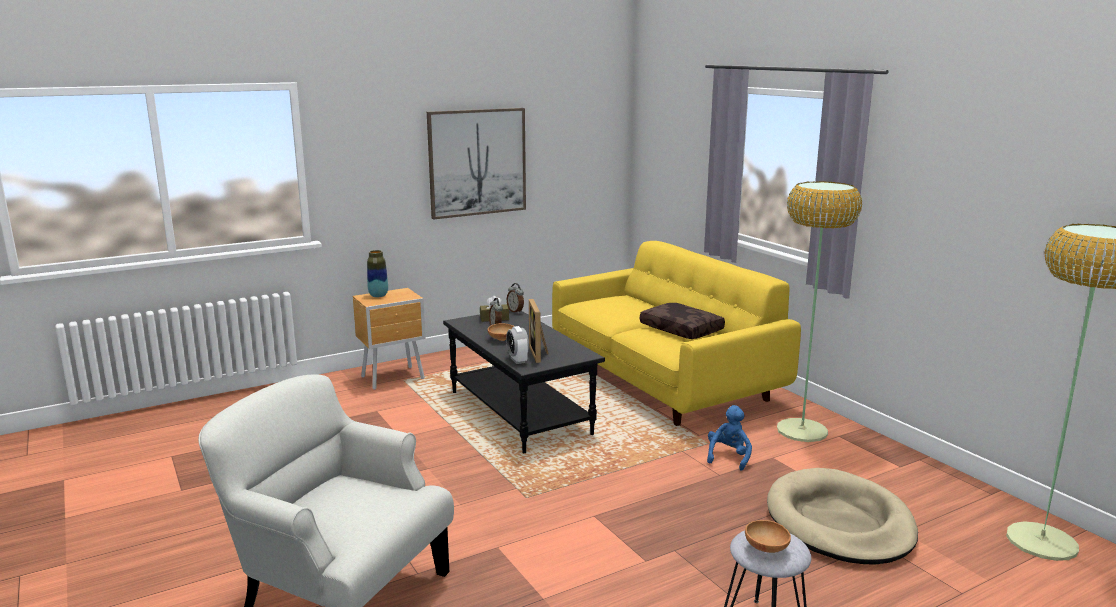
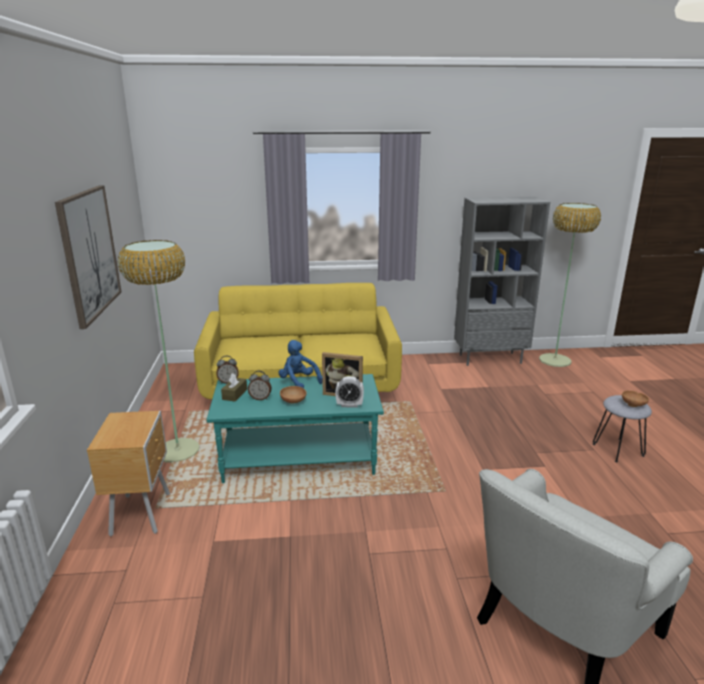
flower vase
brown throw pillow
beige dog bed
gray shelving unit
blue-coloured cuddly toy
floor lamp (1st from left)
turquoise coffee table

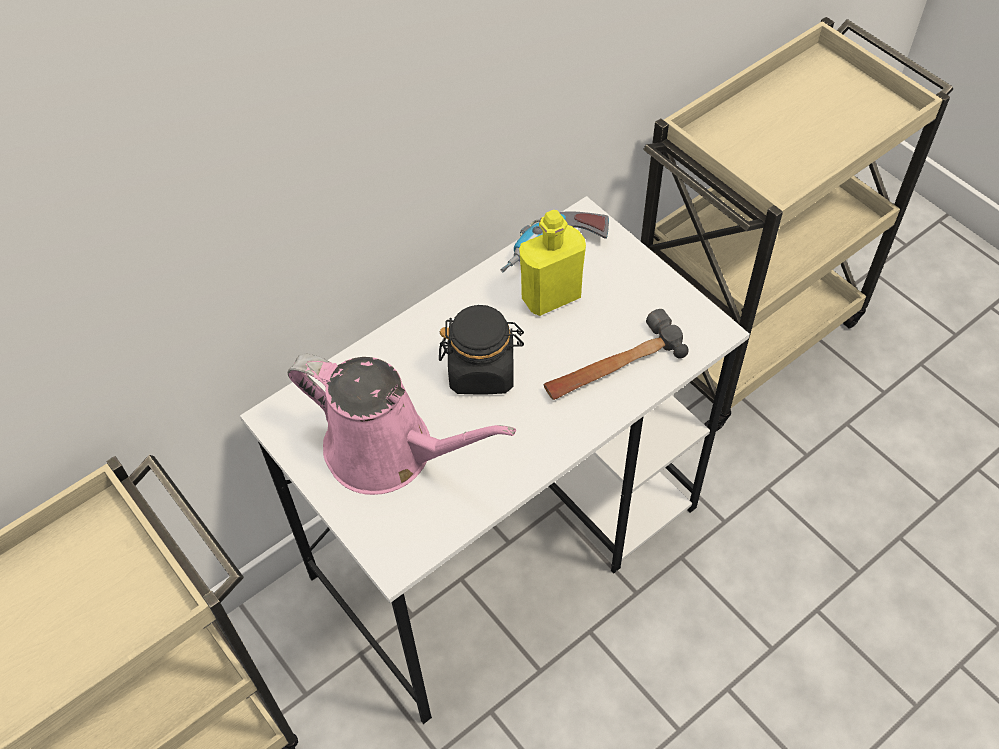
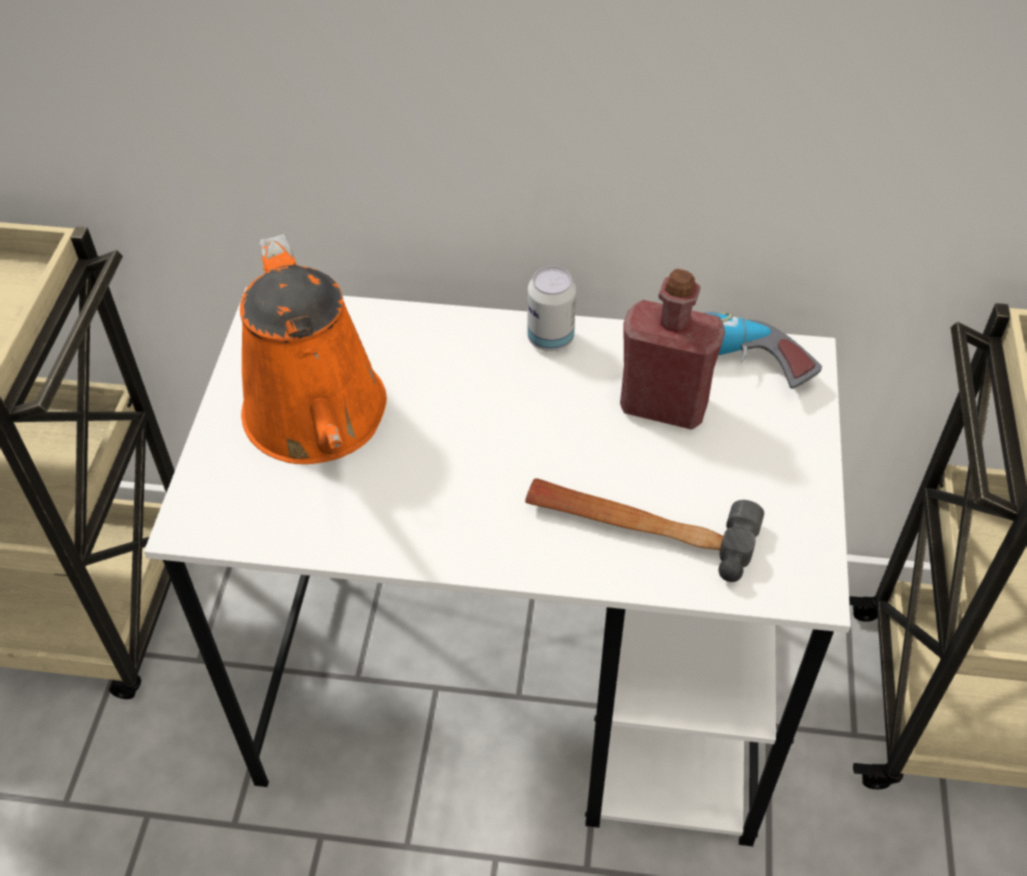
black storage jar
metal can
orangey sprinkling can
red bottle

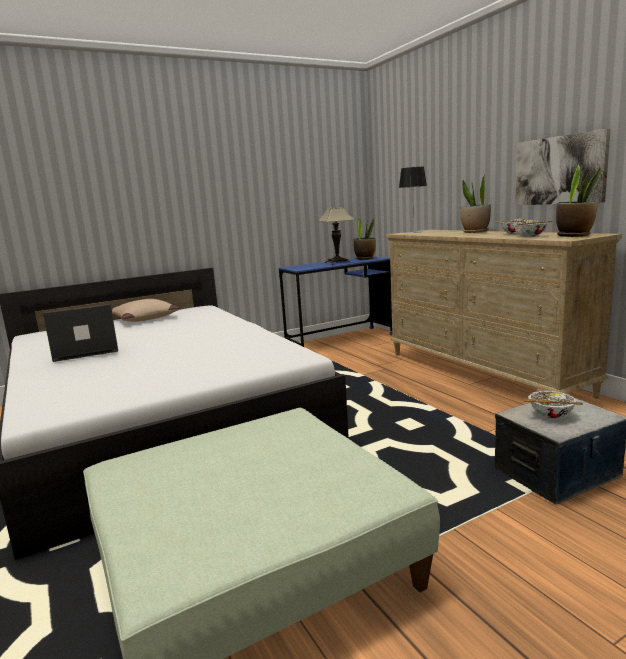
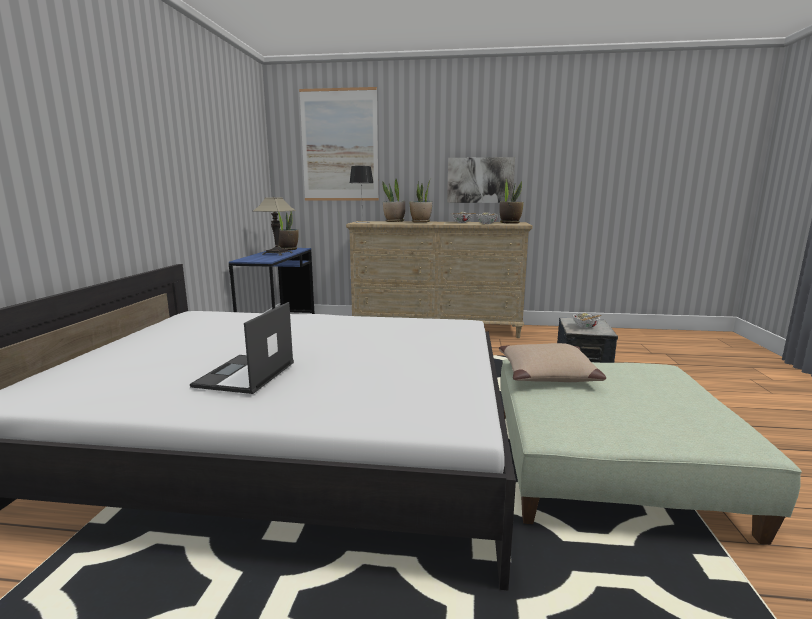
picture (1st from left)
potted plant (2nd from left)
beige throw pillow

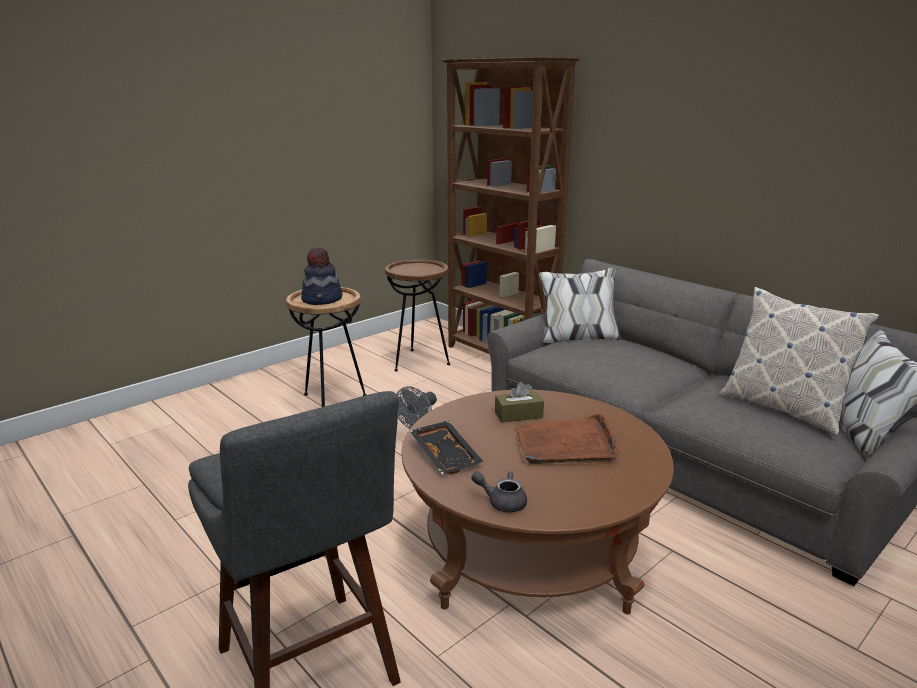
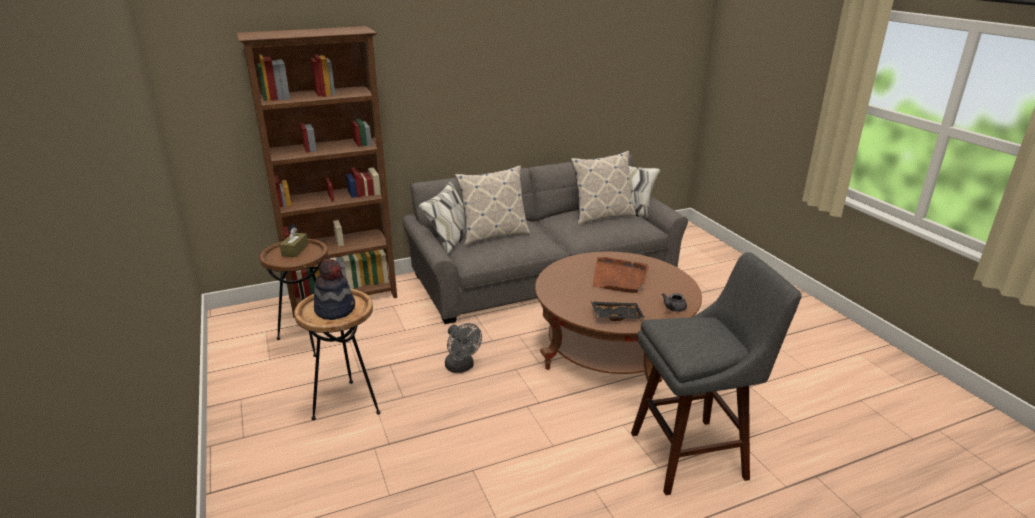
throw pillow (1st from left)
brown box of tissues

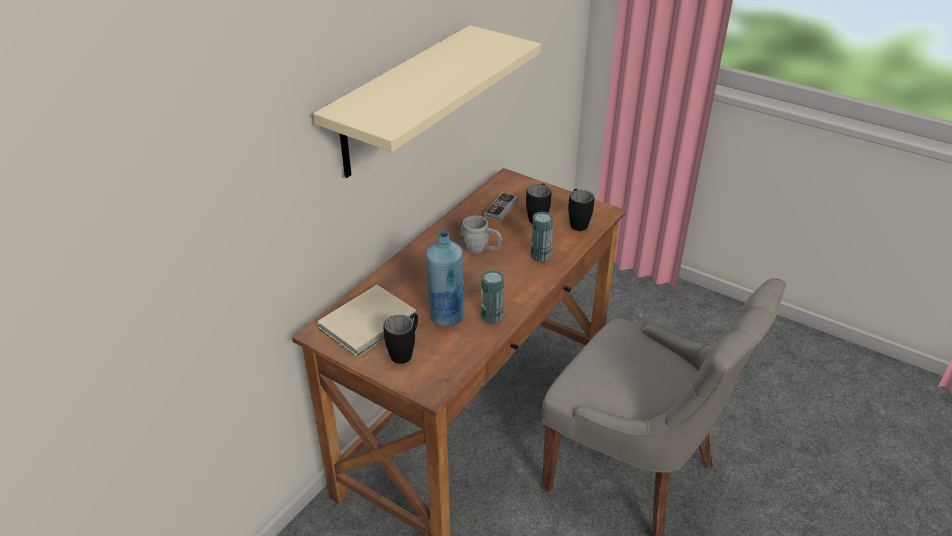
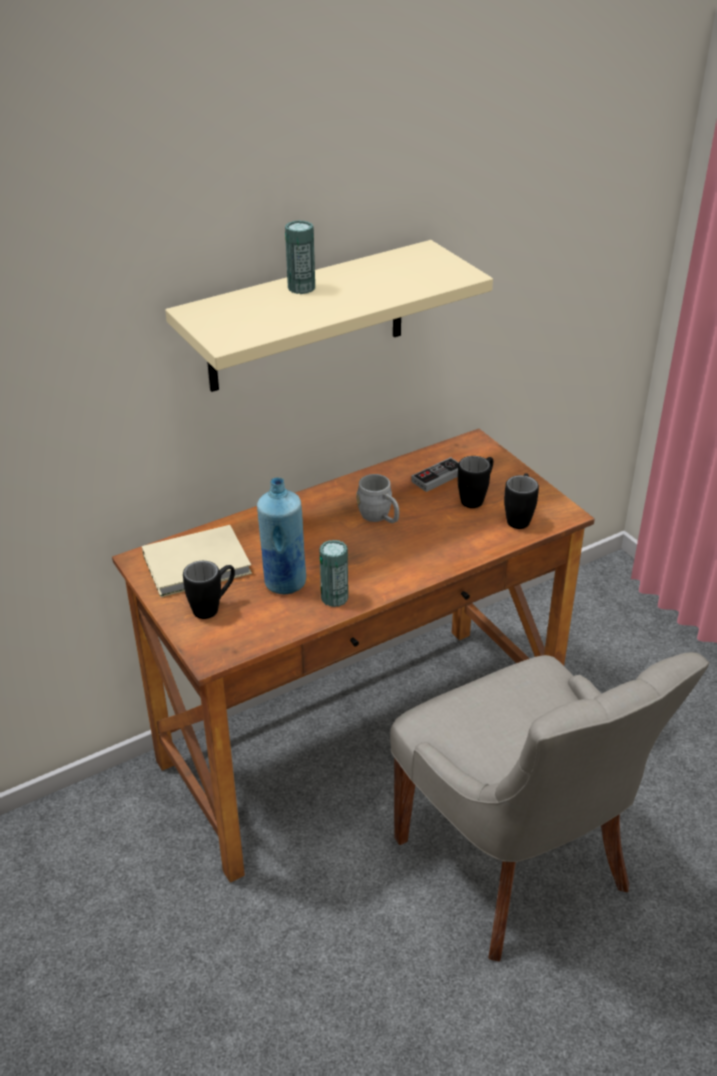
metal can (1st from left)

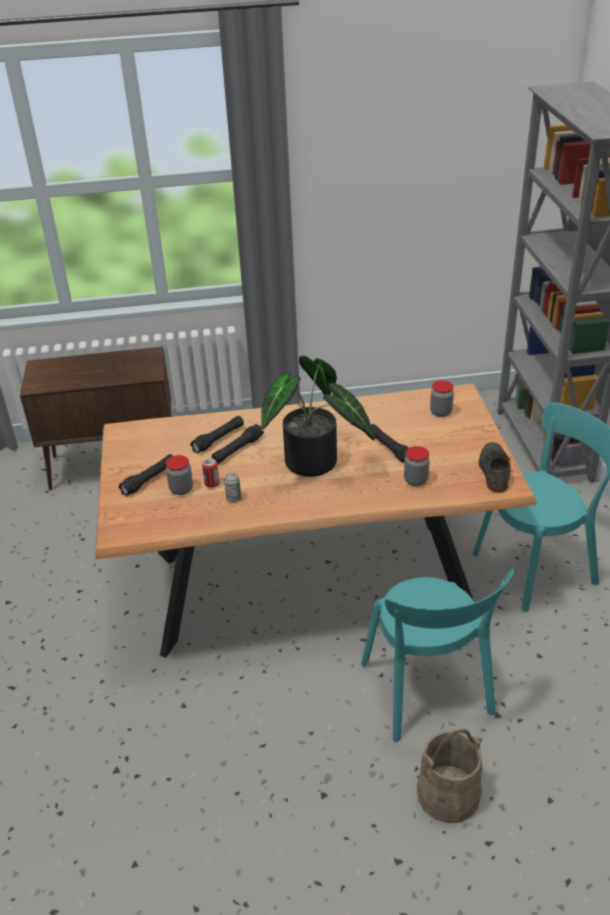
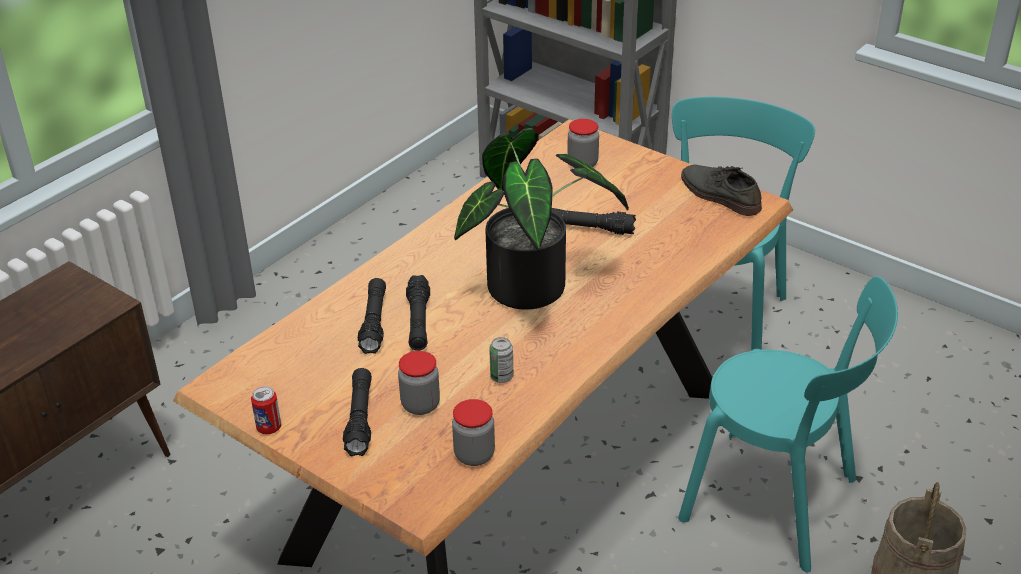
metal can (1st from left)
storage jar (2nd from left)

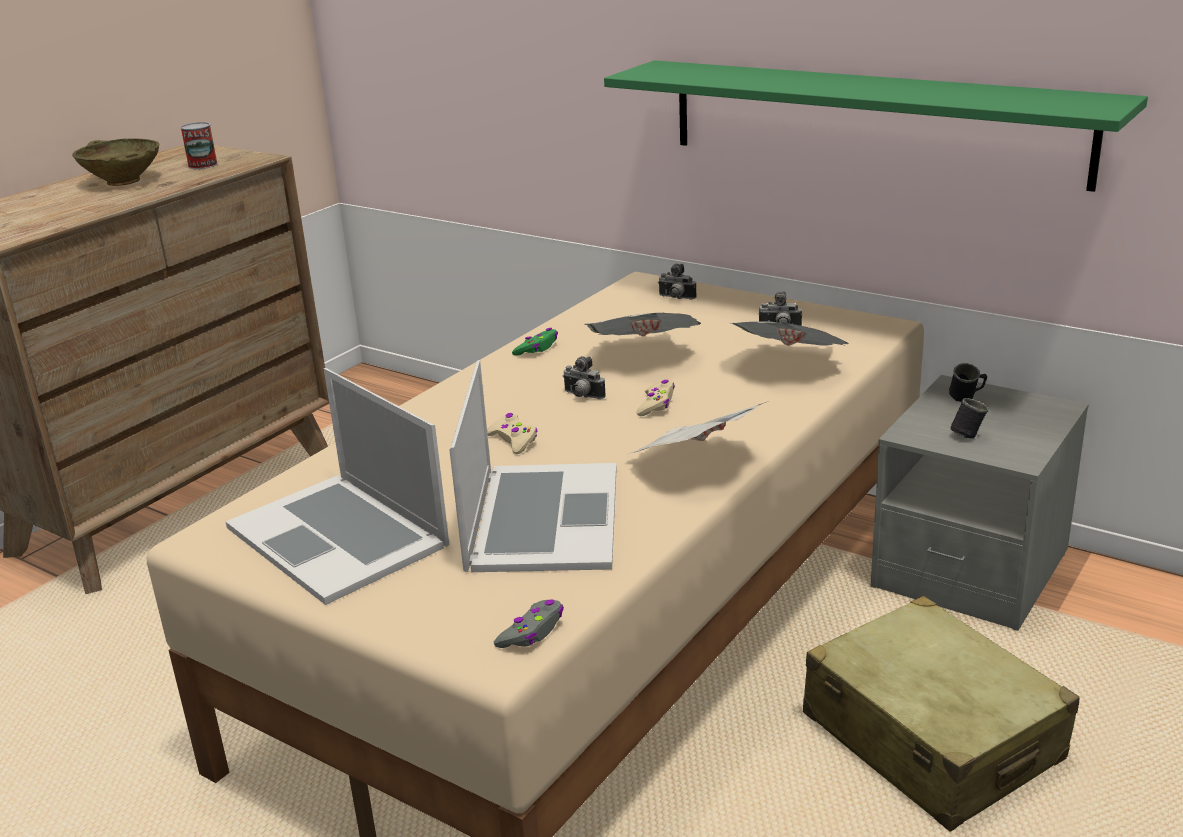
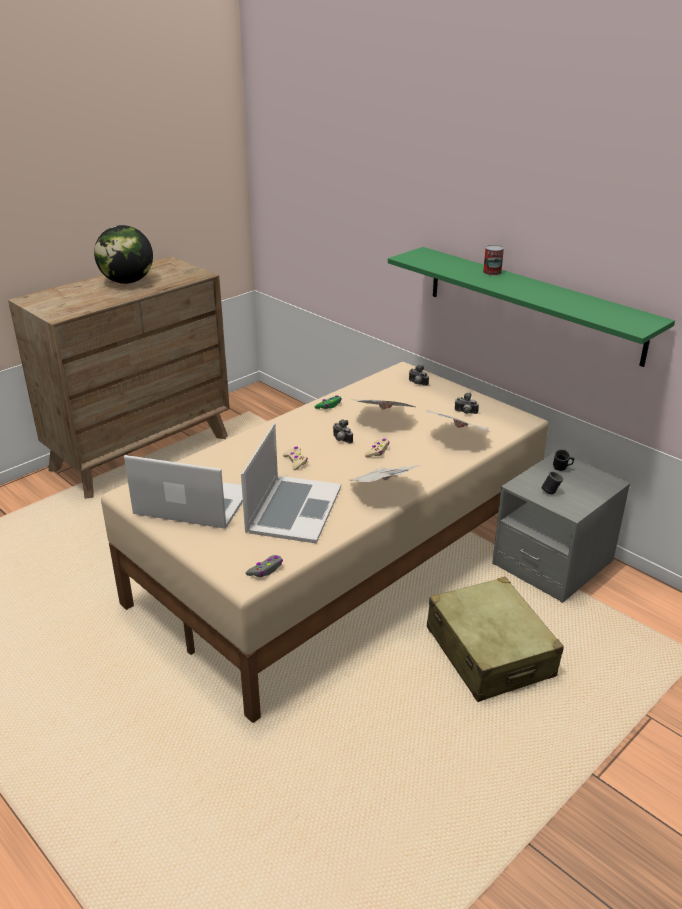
metal can
desk globe
notebook computer (1st from left)

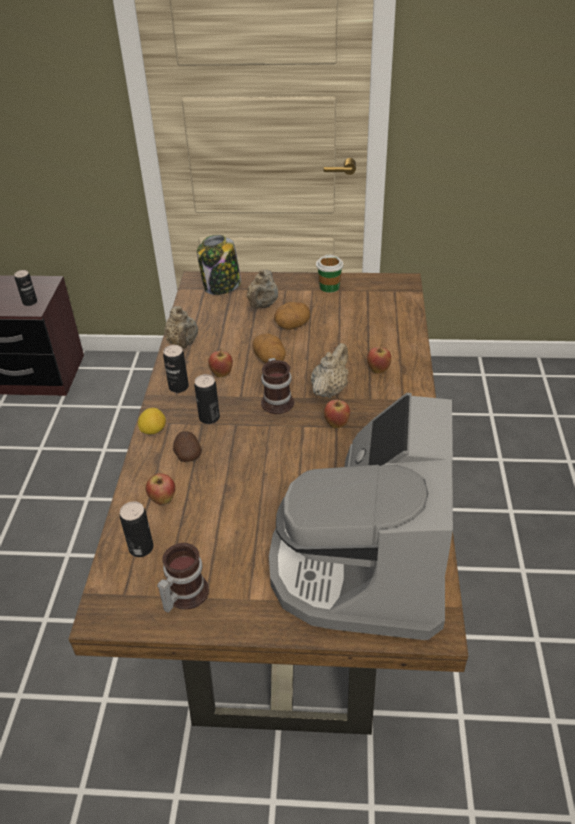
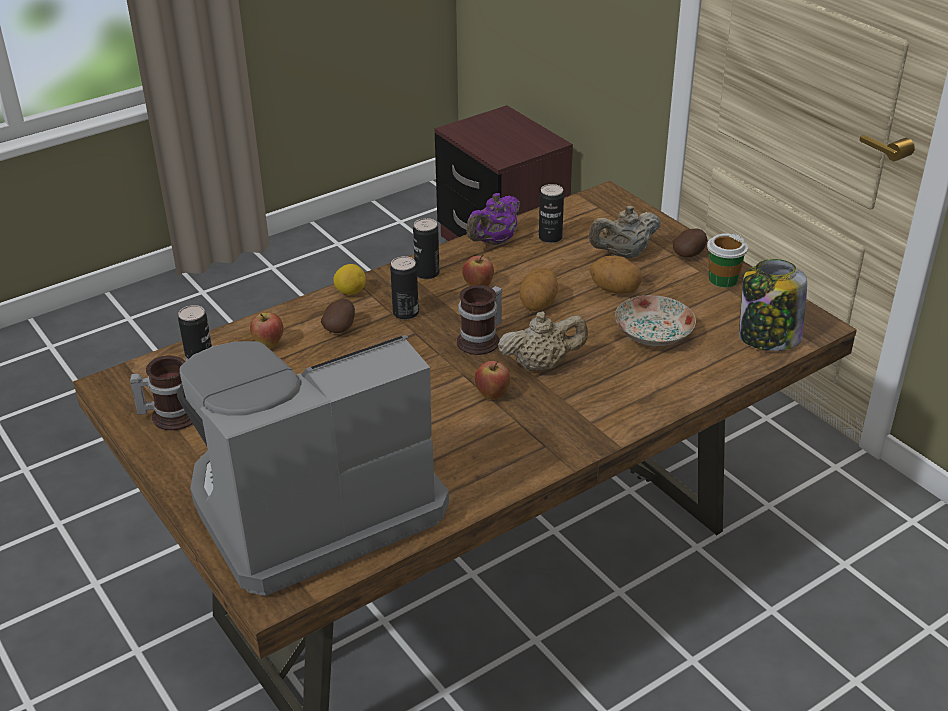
apple fruit (4th from left in the first image)
dinner plate
whole potato (4th from left)
metal can (4th from left)
storage jar
purple-coloured pot for tea

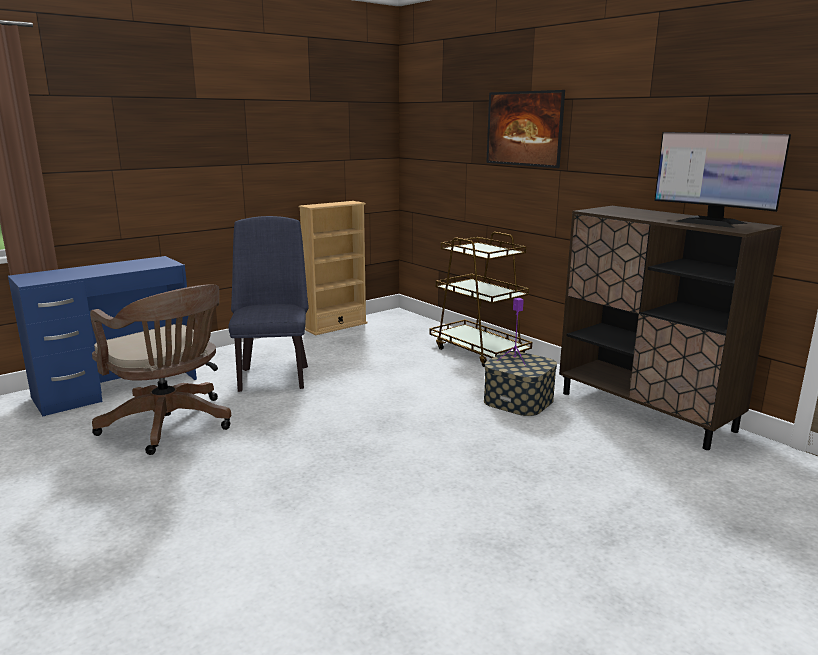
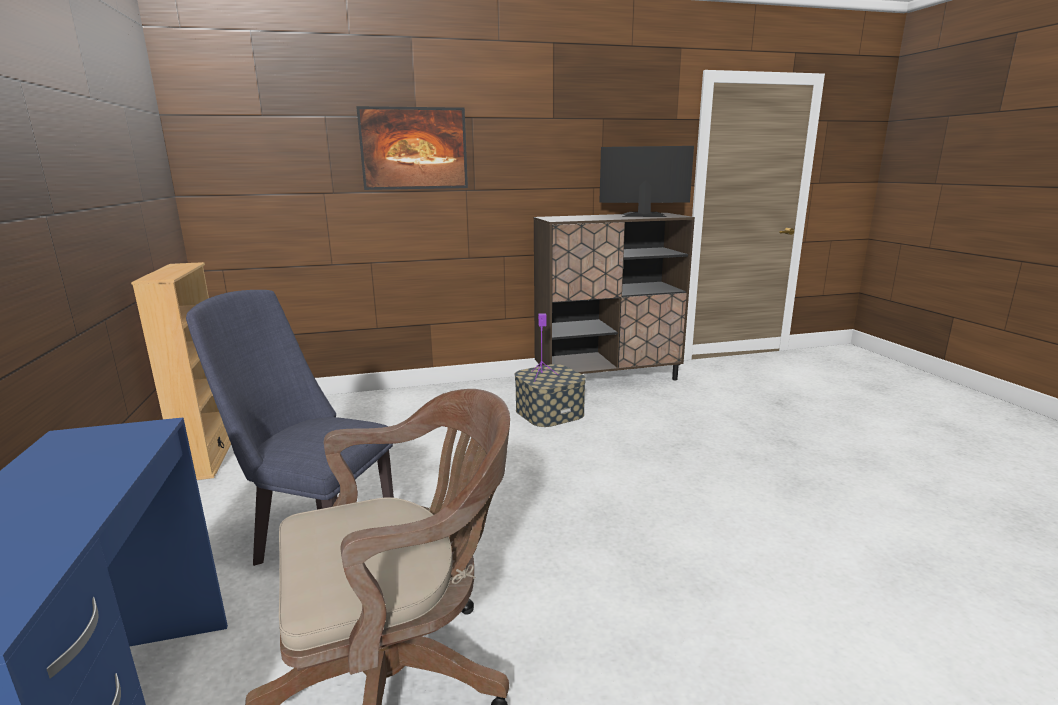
brown wheeled cart
computer display

